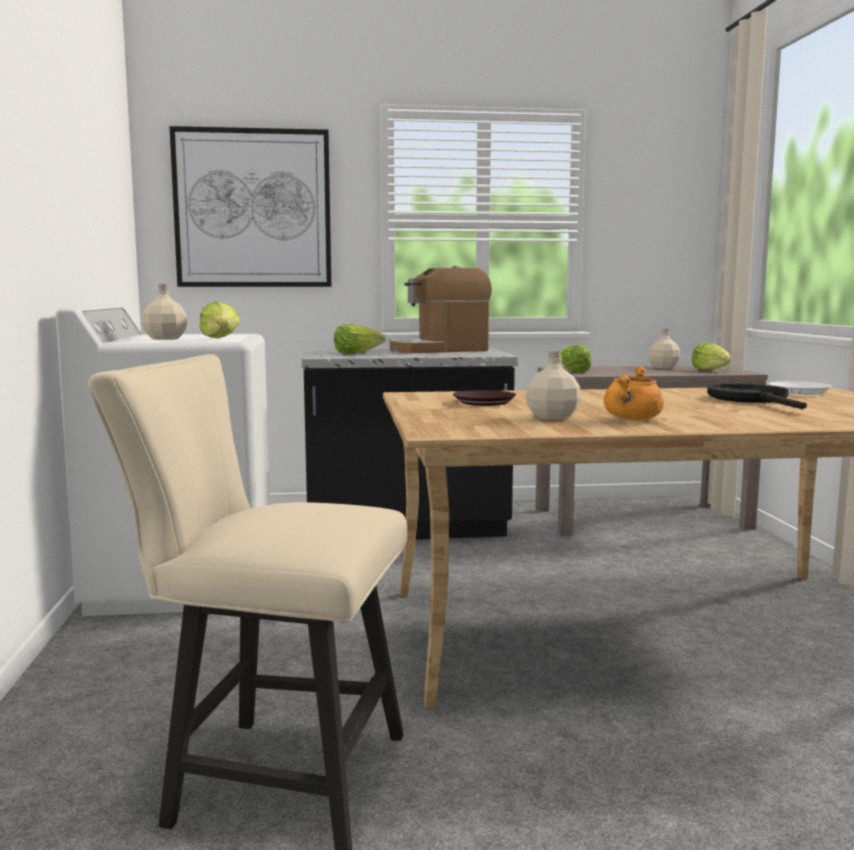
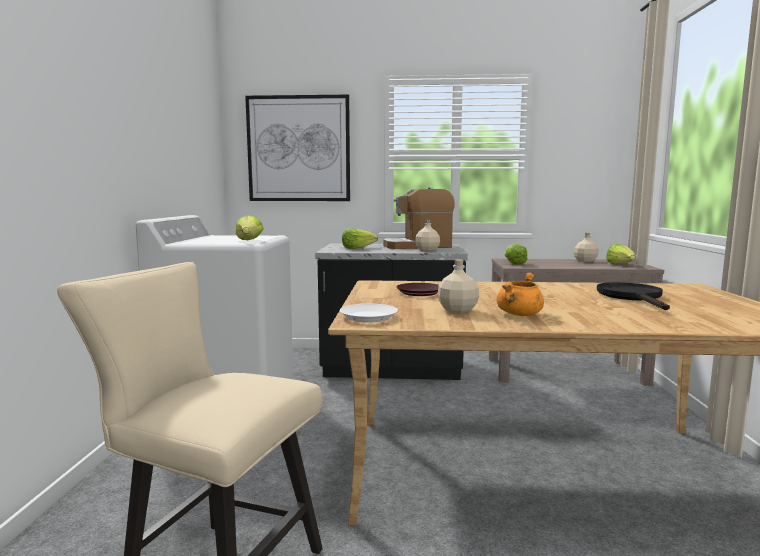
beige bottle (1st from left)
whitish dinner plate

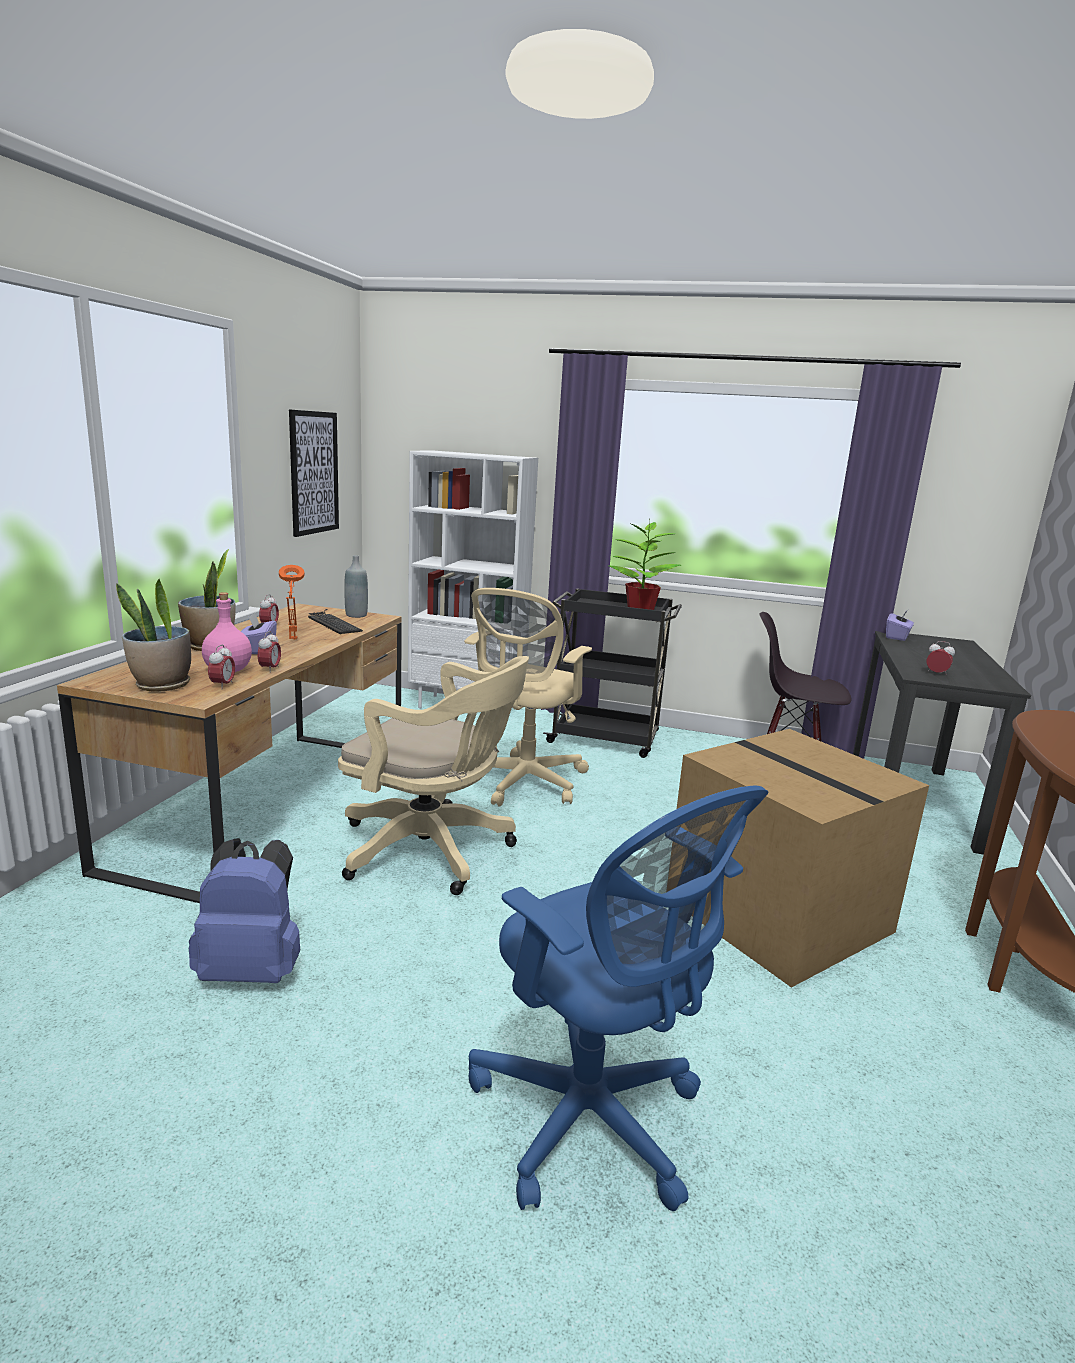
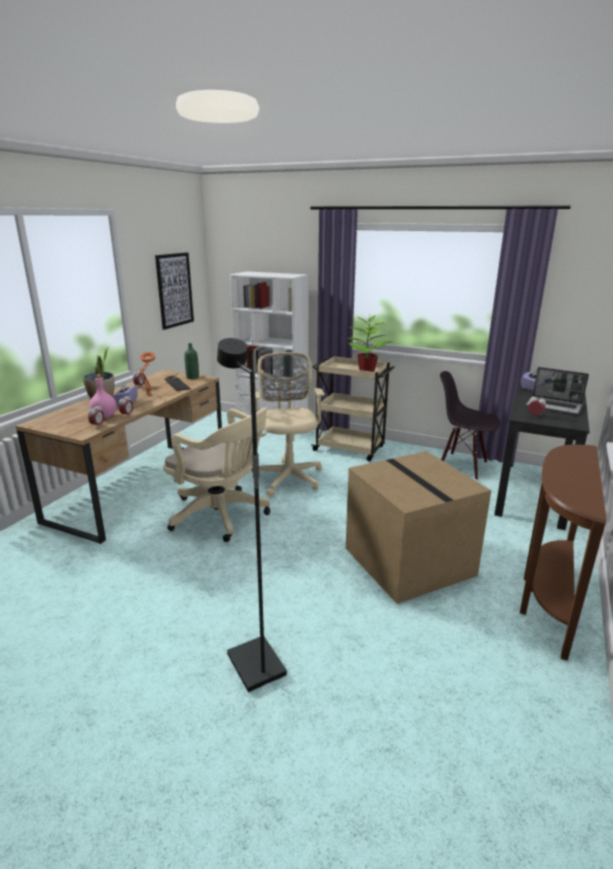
potted plant (1st from left in the first image)
blue-coloured backpack
notebook computer
black floor lamp
greenish bottle
beige wheeled cart
beige office chair (2nd from left)

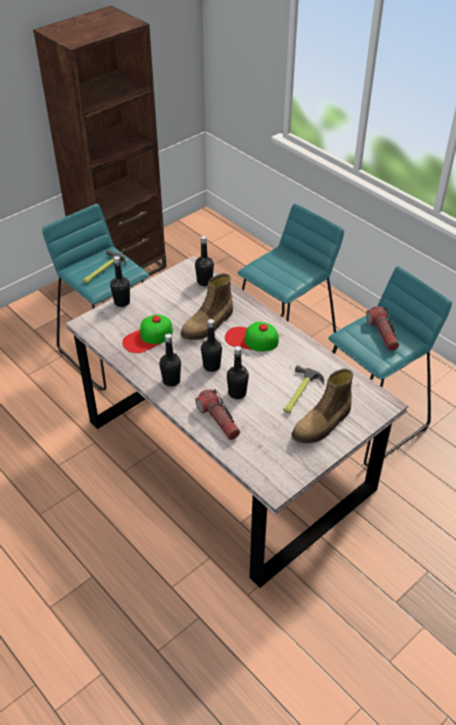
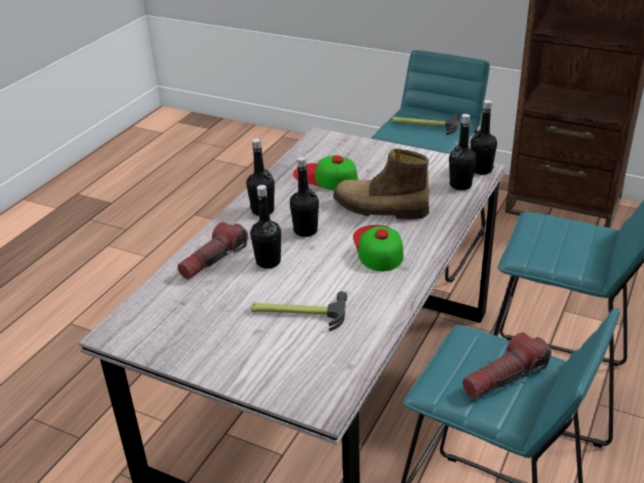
tall boot (2nd from left in the first image)
black bottle (5th from left)

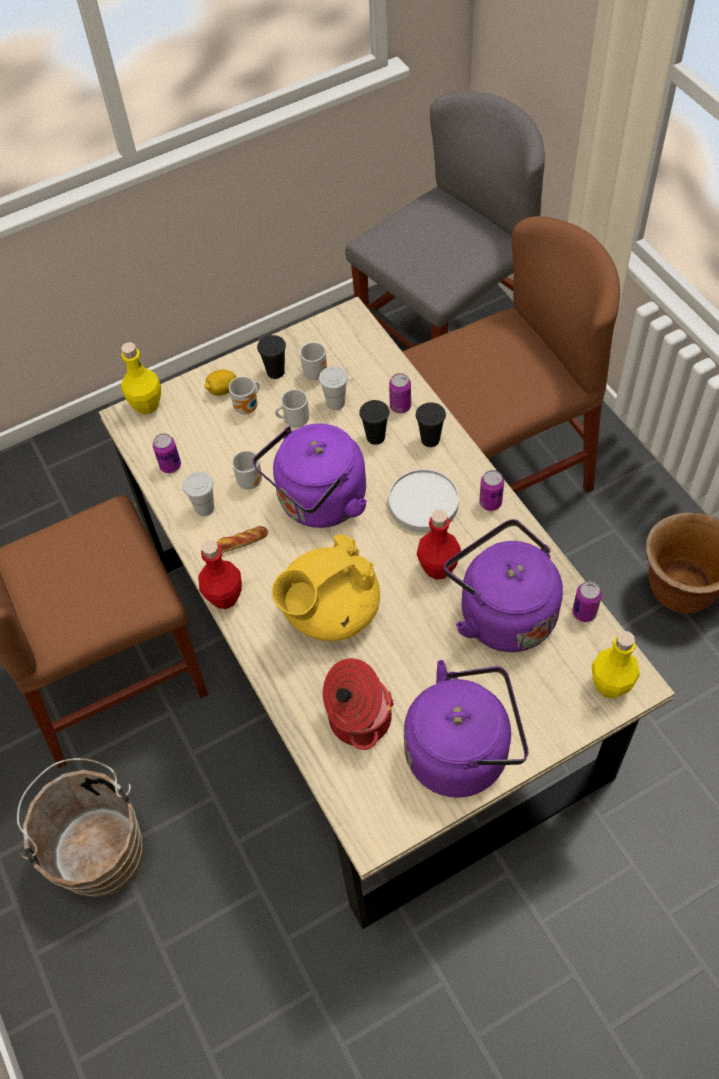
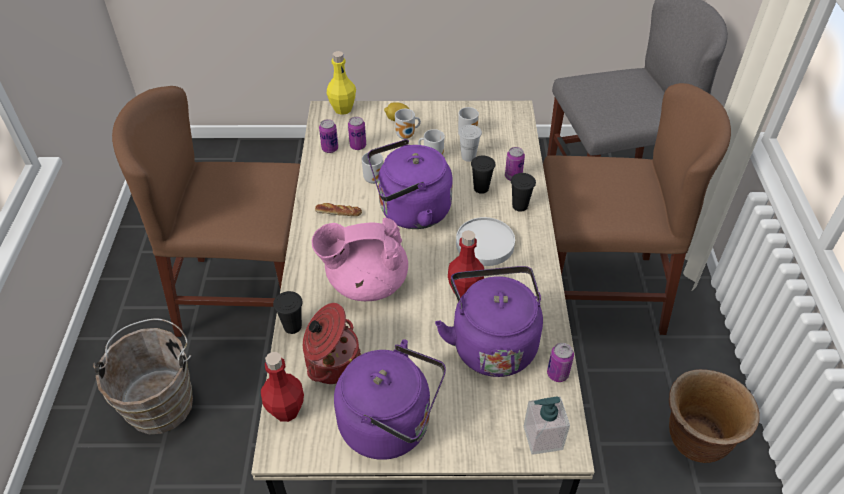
whitish drinking cup (1st from left in the first image)
red bottle (1st from left)
black drinking cup (1st from left)
metal can (2nd from left)
liquid soap bottle
pink-coloured pot for tea

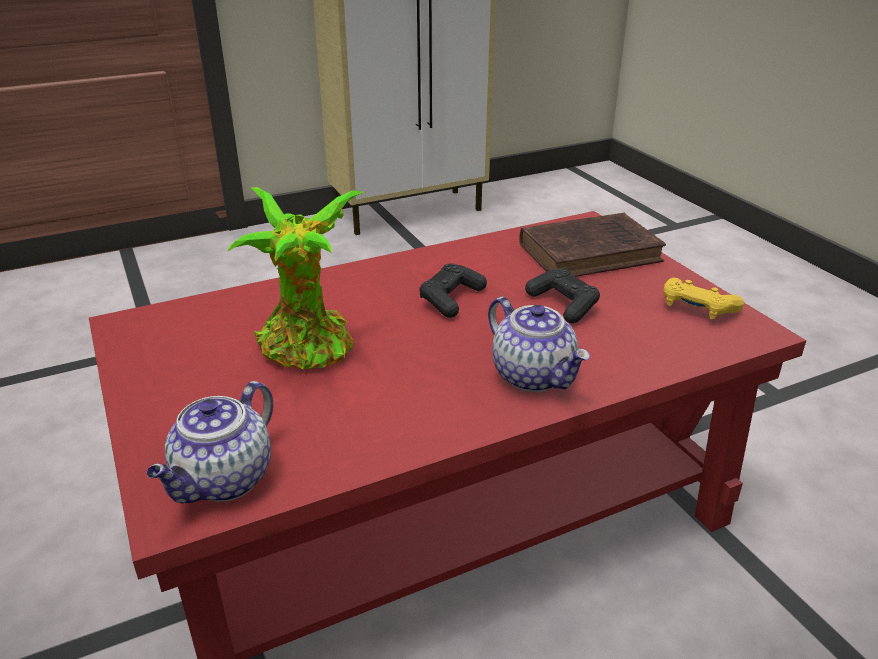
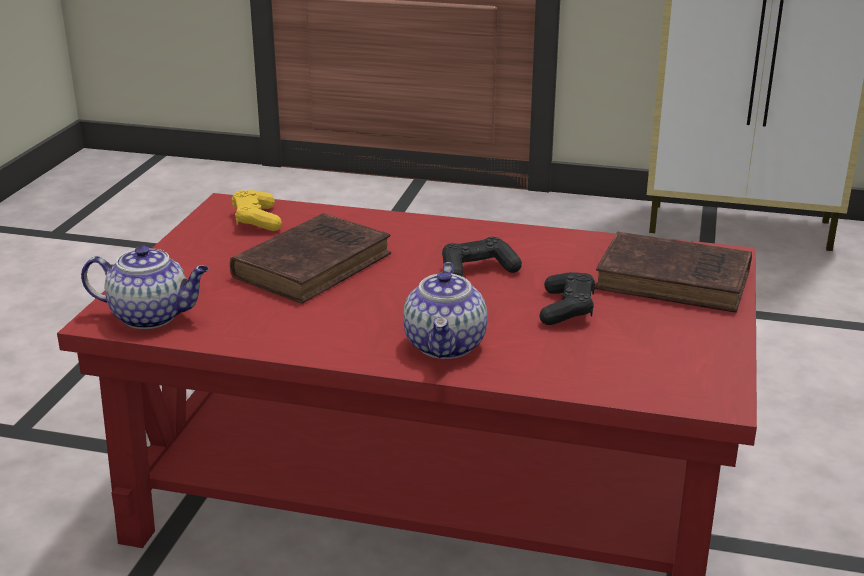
yellow-coloured joypad
brown bound book (1st from left)
pot for tea (1st from left)

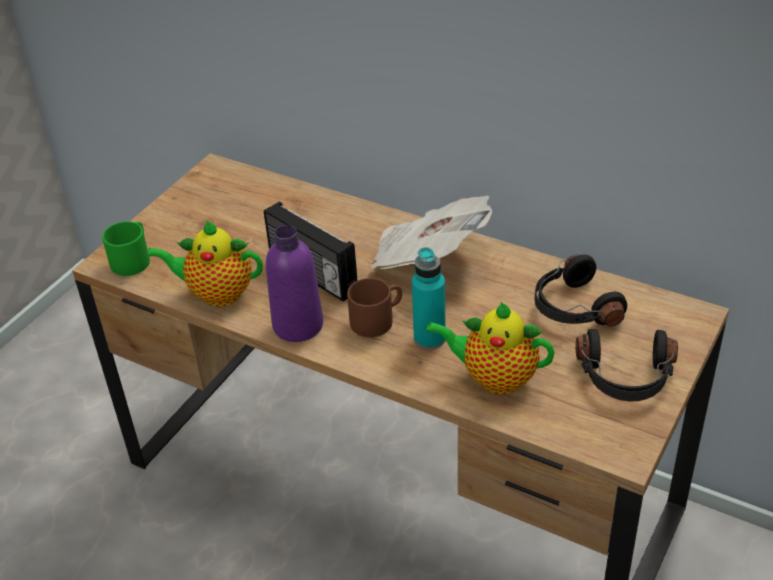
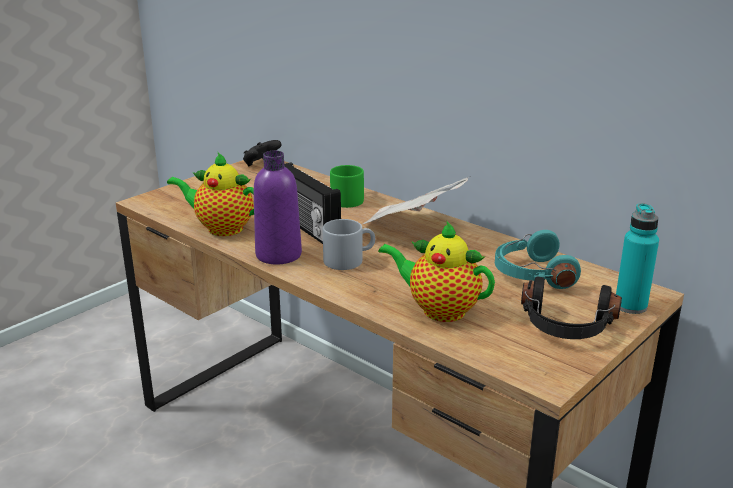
black joypad
greenish mug
turquoise bottle
gray mug
turquoise headphones

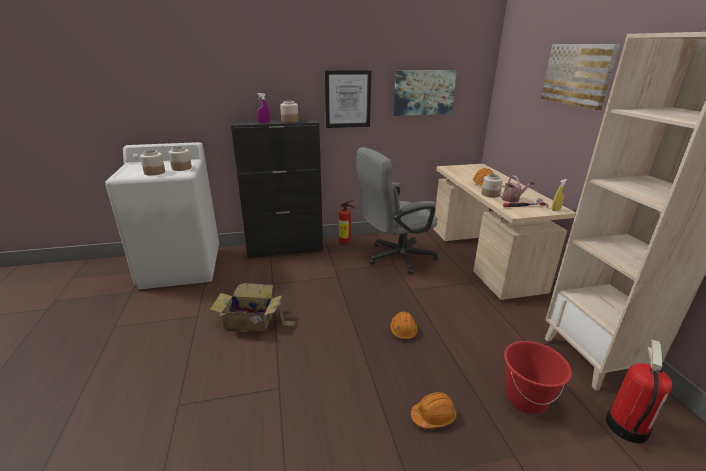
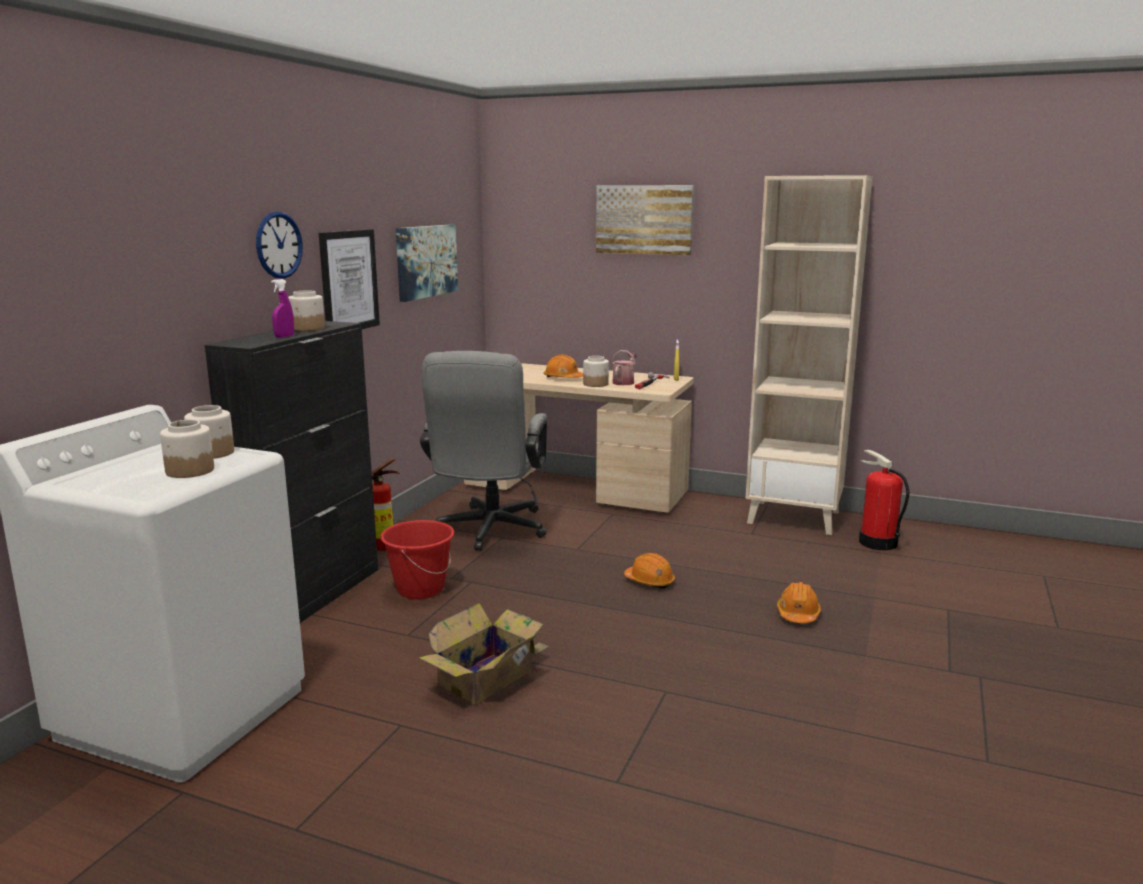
wall clock
red bucket

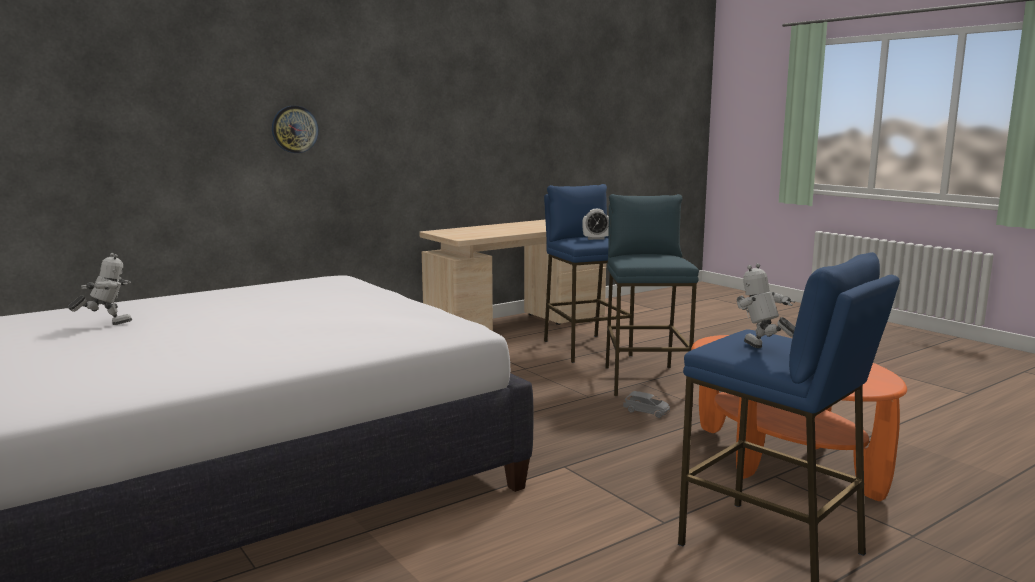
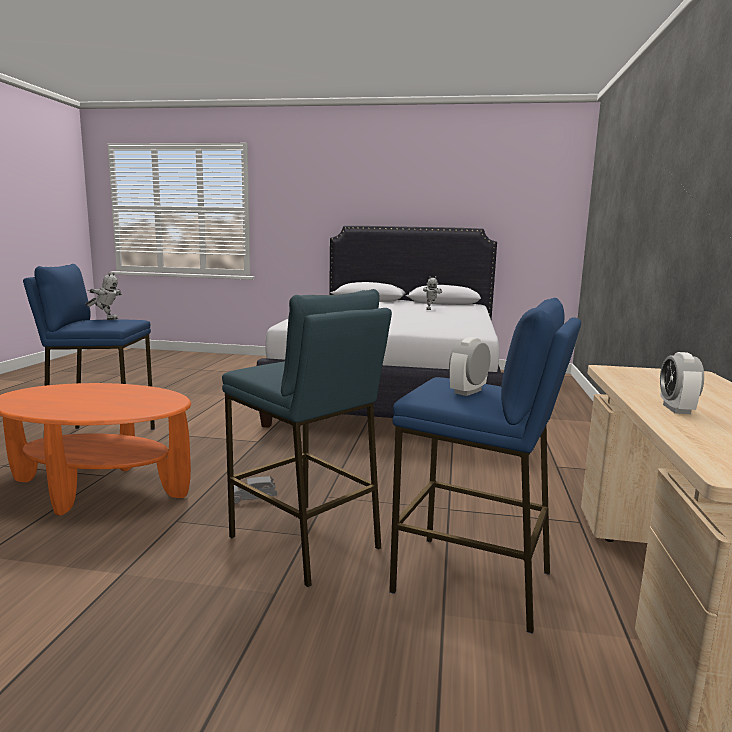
wall clock
table clock (2nd from left)

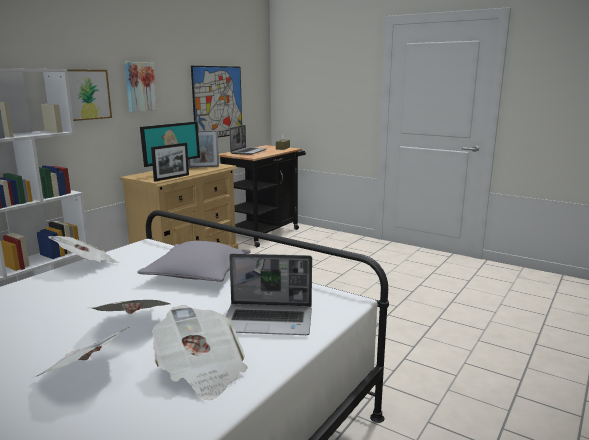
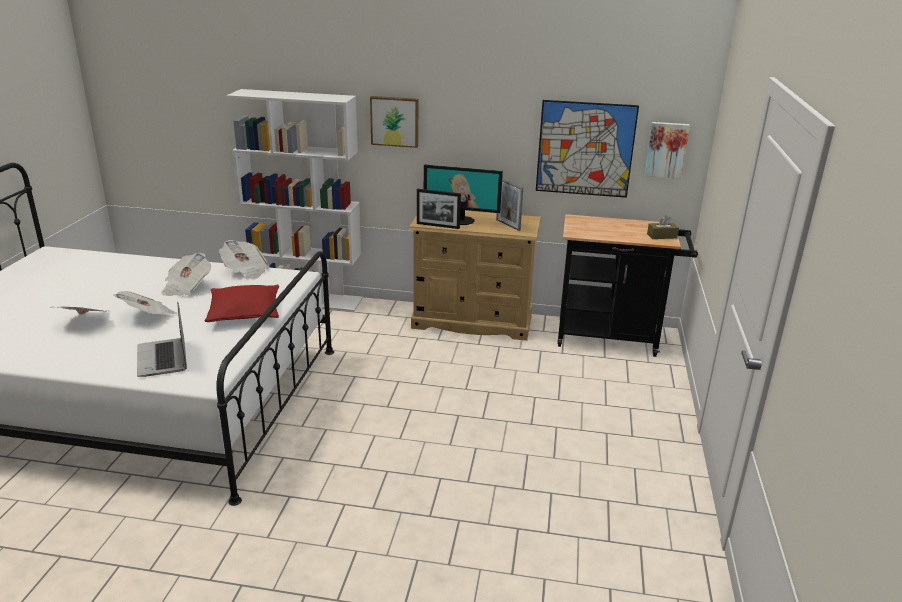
notebook computer (1st from left in the first image)
picture (3rd from left)
newspaper (3rd from left)
red throw pillow

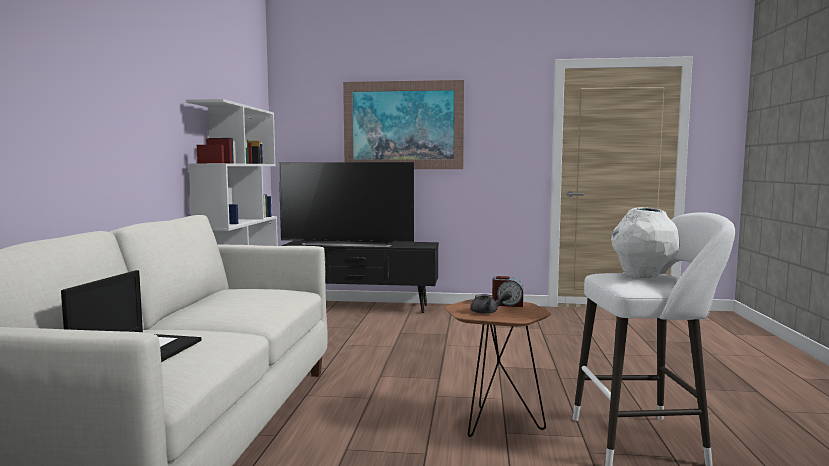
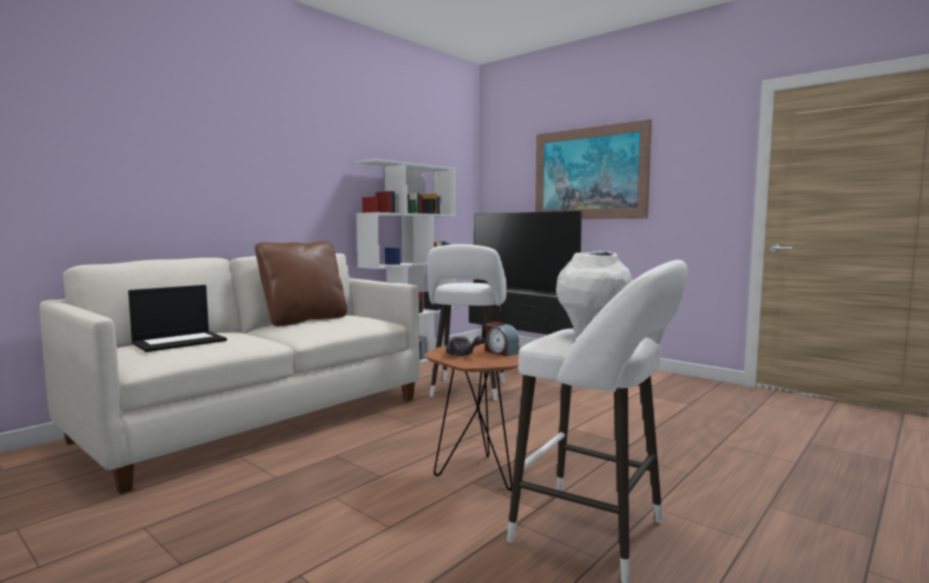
brown throw pillow
whitish stool (1st from left)

